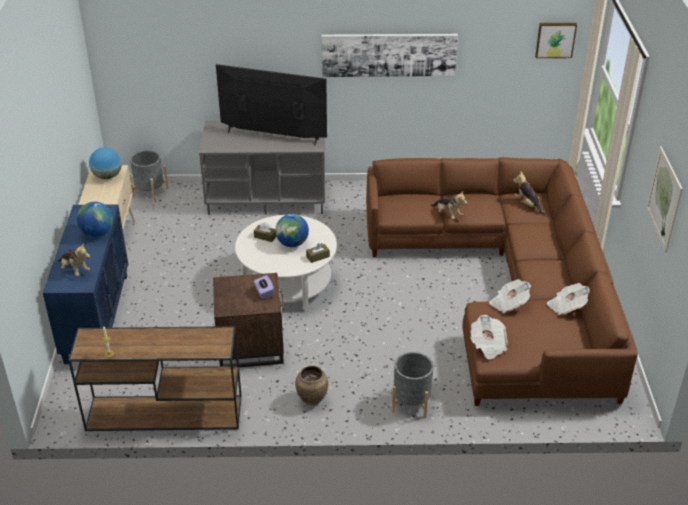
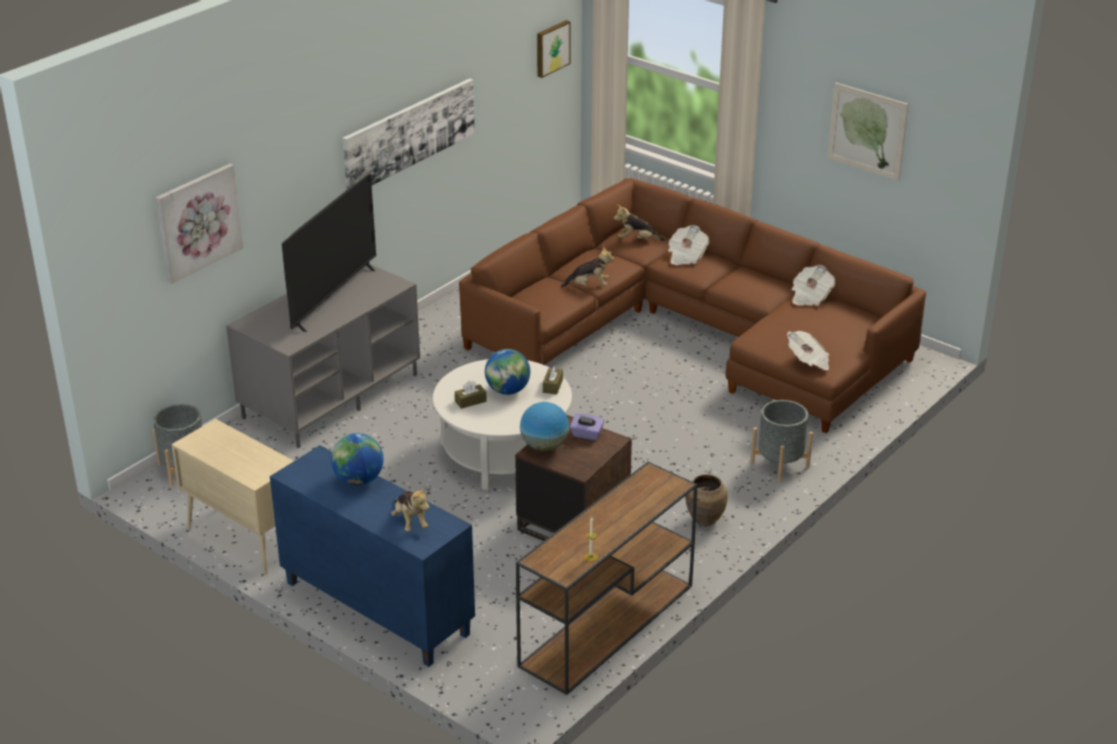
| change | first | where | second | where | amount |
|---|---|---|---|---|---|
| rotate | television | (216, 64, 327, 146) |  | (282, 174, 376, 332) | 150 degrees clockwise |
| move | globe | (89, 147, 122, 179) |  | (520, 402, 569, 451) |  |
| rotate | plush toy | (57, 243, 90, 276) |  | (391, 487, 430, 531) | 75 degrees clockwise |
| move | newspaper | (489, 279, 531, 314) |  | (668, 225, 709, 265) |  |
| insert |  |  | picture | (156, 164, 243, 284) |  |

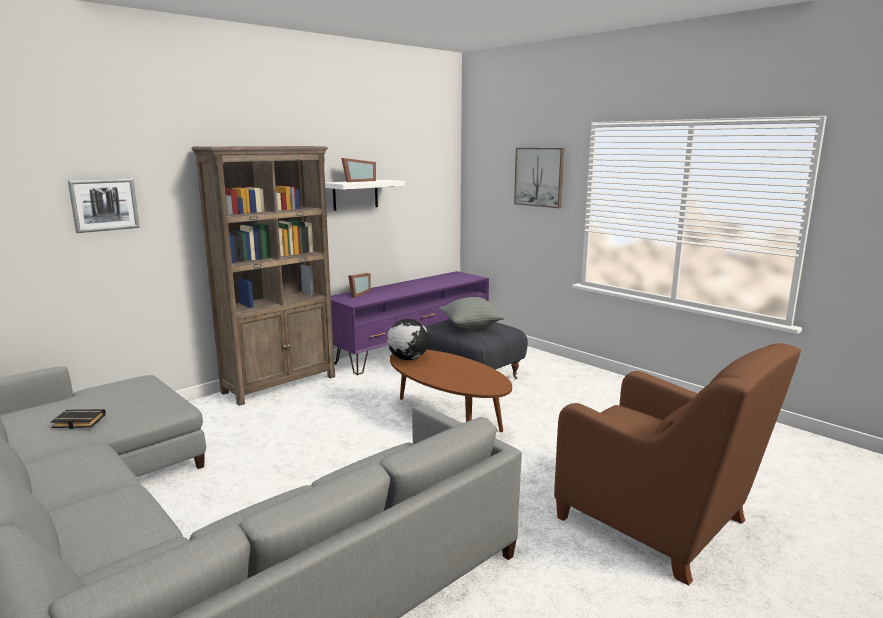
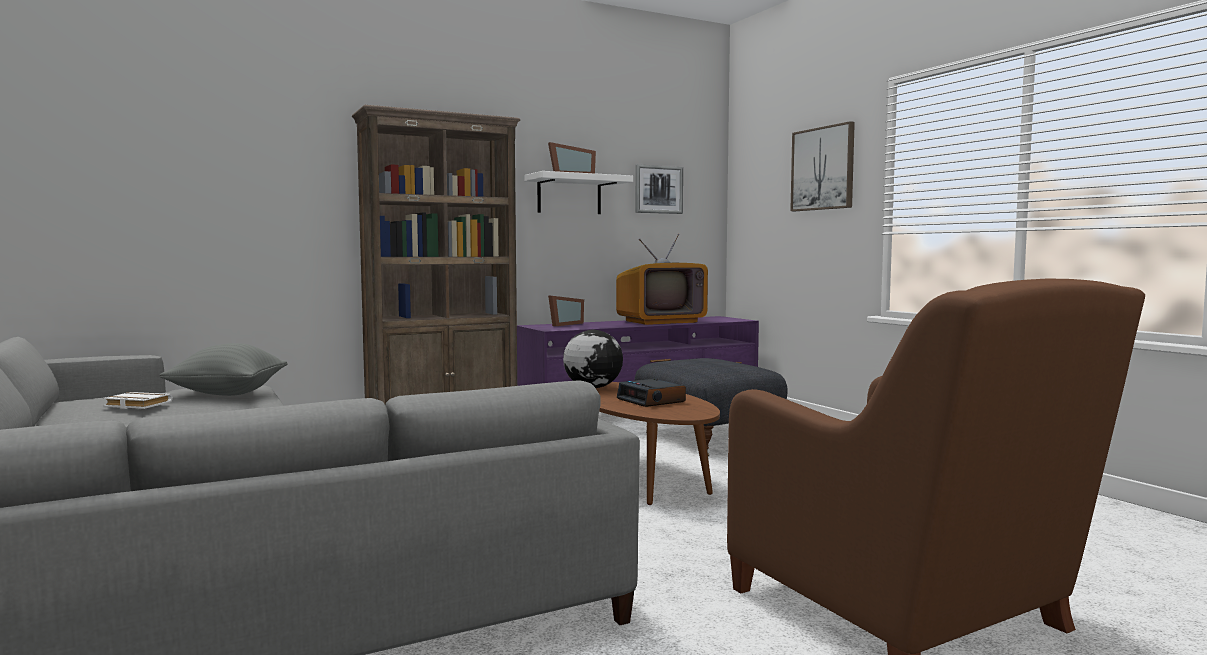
| change | first | where | second | where | amount |
|---|---|---|---|---|---|
| move | picture | (68, 178, 140, 233) |  | (635, 164, 683, 214) |  |
| move | grey pillow | (439, 297, 505, 329) |  | (160, 343, 288, 396) |  |
| recolor | black book | (51, 409, 106, 429) | white book | (102, 392, 173, 409) |  |
| insert |  |  | television | (616, 234, 708, 325) |  |
| insert |  |  | alarm clock | (617, 379, 686, 407) |  |

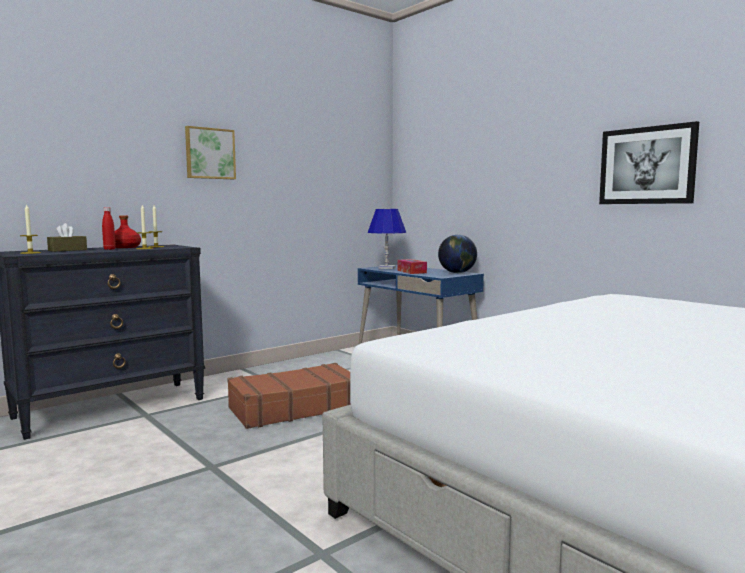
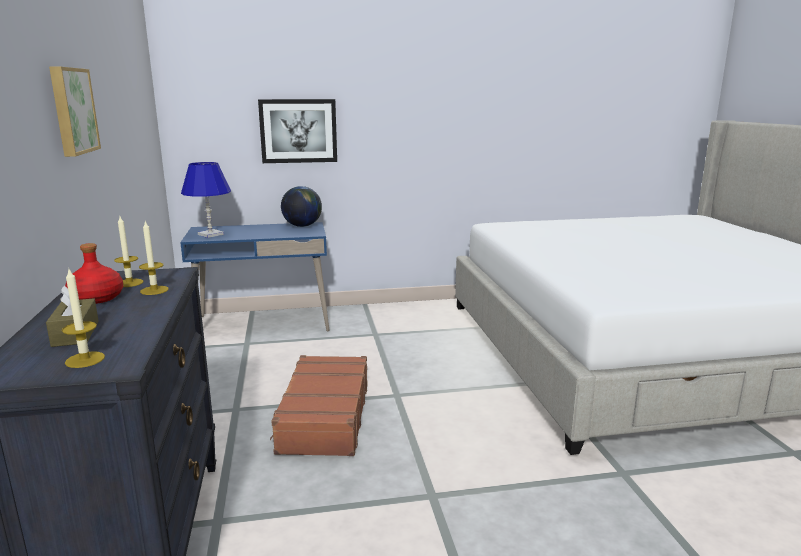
| change | first | where | second | where | amount |
|---|---|---|---|---|---|
| move | picture | (599, 121, 699, 204) |  | (258, 99, 337, 163) |  |
| delete | red bottle | (102, 207, 116, 250) |  |  |  |
| delete | tissue box | (397, 259, 427, 274) |  |  |  |

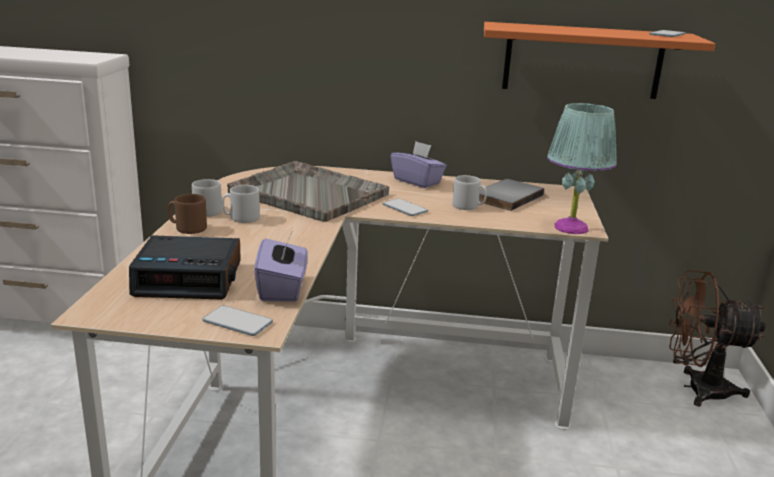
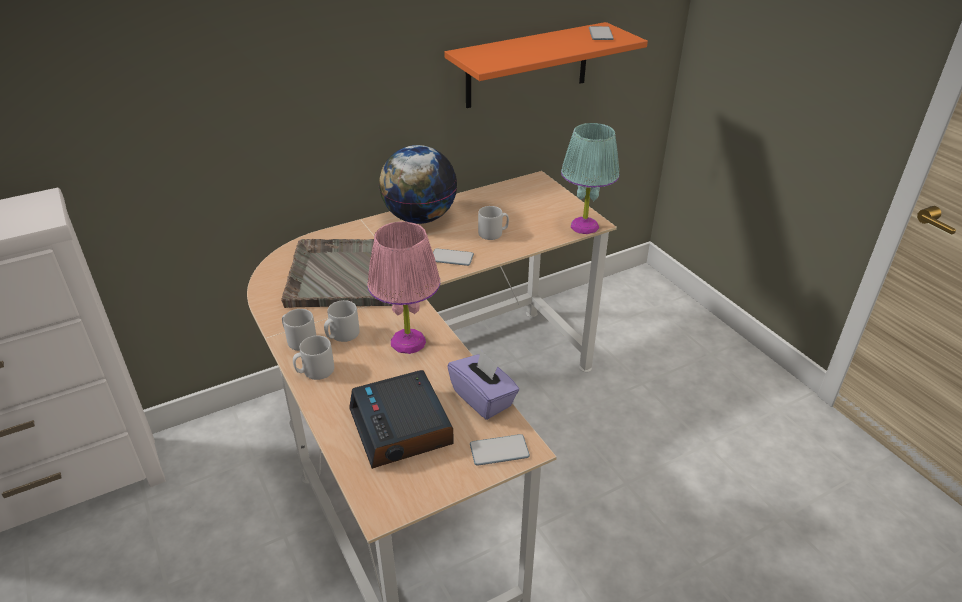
| change | first | where | second | where | amount |
|---|---|---|---|---|---|
| replace | purple tissue box | (390, 141, 447, 188) | globe | (379, 145, 457, 224) |  |
| delete | grey book | (479, 179, 544, 211) |  |  |  |
| recolor | brown mug | (168, 194, 207, 234) | grey mug | (293, 336, 334, 380) |  |
| rotate | alarm clock | (129, 235, 241, 300) |  | (349, 370, 454, 469) | 105 degrees clockwise |
| delete | brown fan | (669, 270, 765, 406) |  |  |  |
| insert |  |  | pink table lamp | (367, 222, 440, 354) |  |

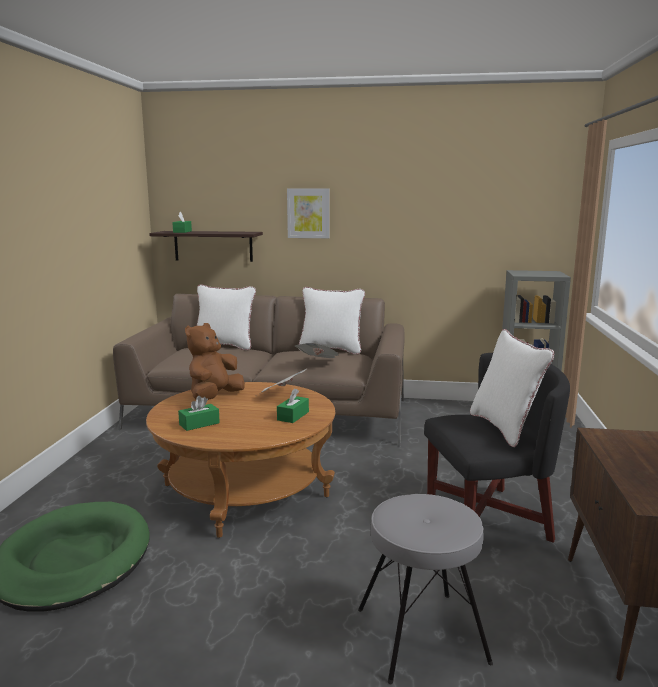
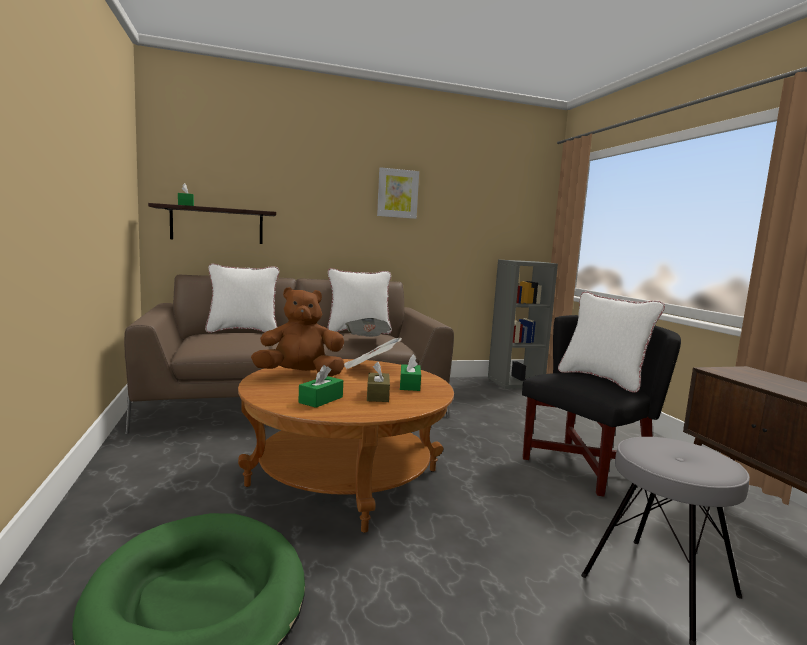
| change | first | where | second | where | amount |
|---|---|---|---|---|---|
| move | picture | (287, 188, 330, 238) |  | (377, 167, 419, 219) |  |
| rotate | brown plush toy | (185, 323, 245, 400) |  | (251, 287, 345, 376) | 75 degrees clockwise |
| insert |  |  | brown tissue box | (367, 362, 390, 402) |  |

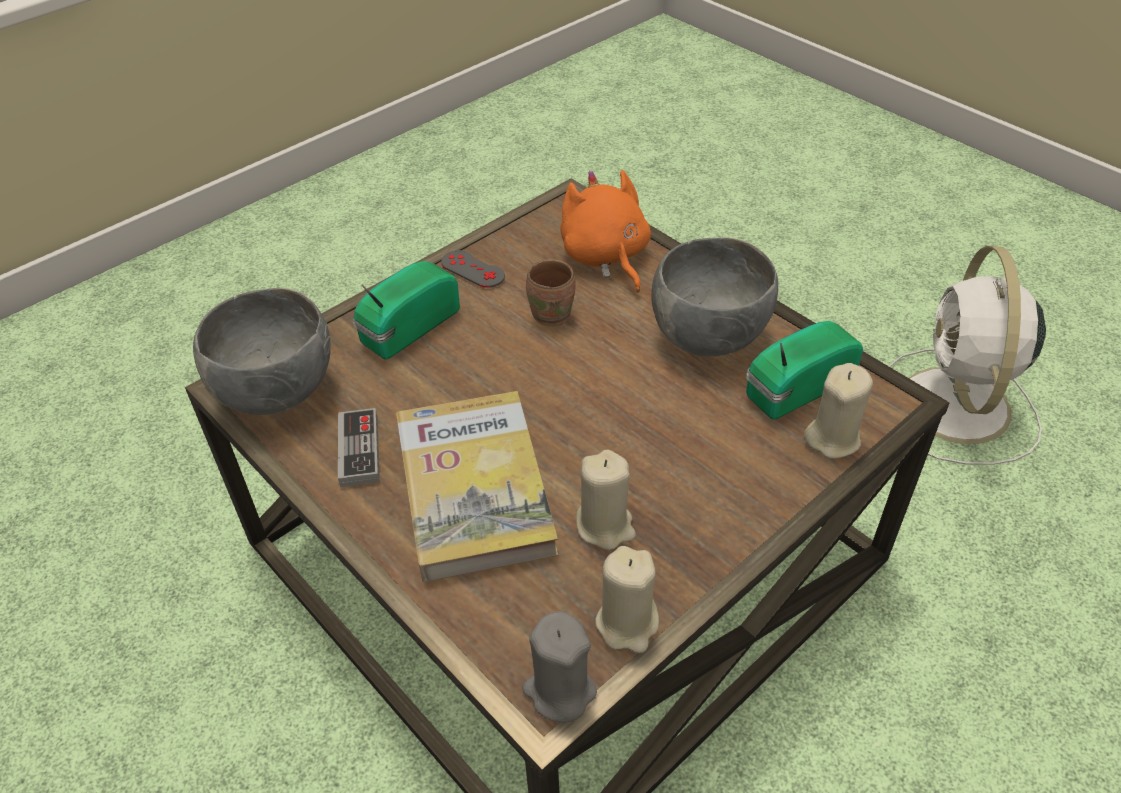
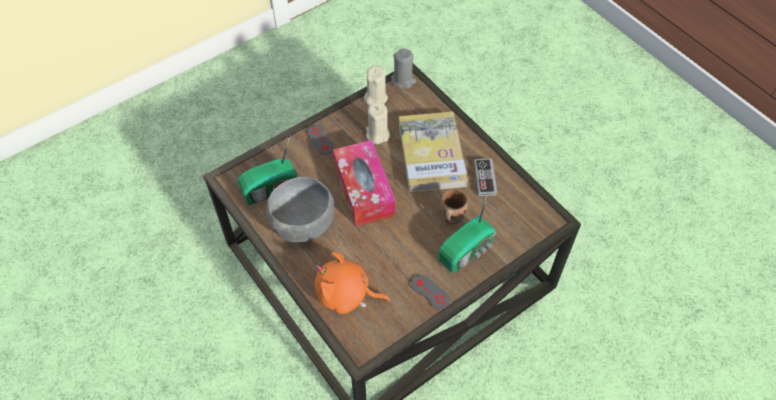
| change | first | where | second | where | amount |
|---|---|---|---|---|---|
| rotate | orange plush toy | (560, 170, 651, 292) |  | (315, 252, 390, 314) | 120 degrees clockwise |
| delete | white fan | (889, 246, 1046, 465) |  |  |  |
| move | brown mug | (526, 259, 575, 326) |  | (441, 189, 468, 225) |  |
| delete | grey bowl | (193, 288, 331, 415) |  |  |  |
| delete | beige candle | (804, 363, 873, 459) |  |  |  |
| insert |  |  | grey game controller | (307, 125, 334, 155) |  |
| insert |  |  | tissue box | (333, 140, 396, 227) |  |

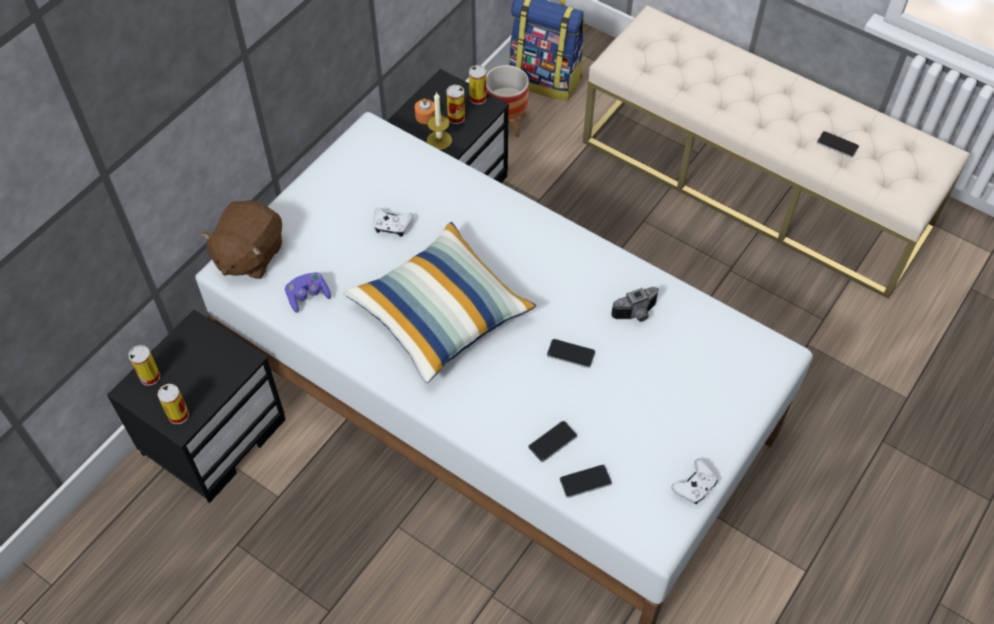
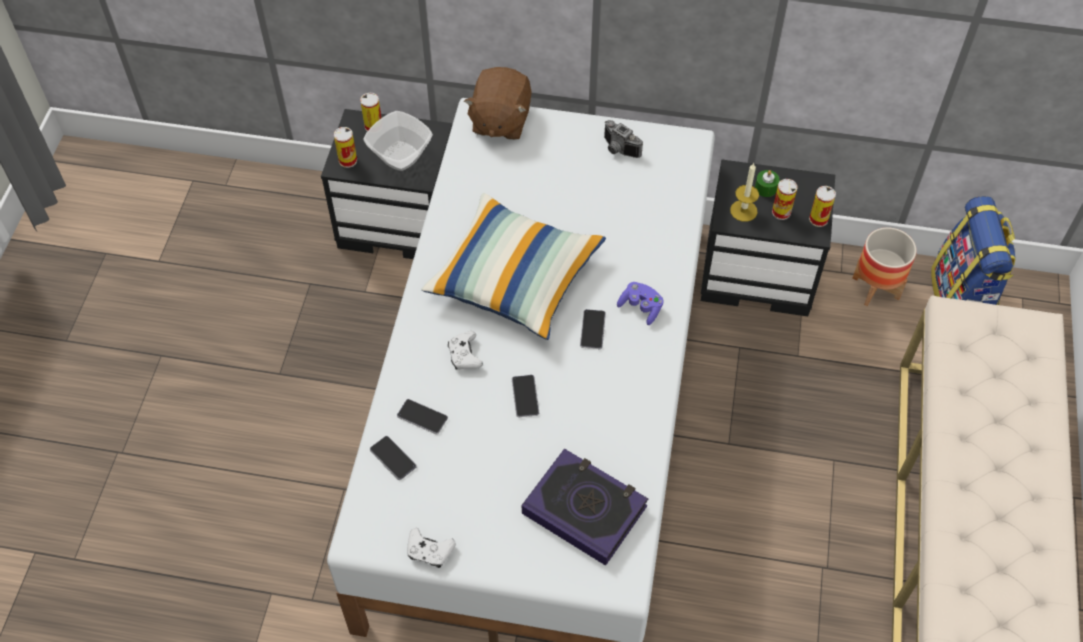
| change | first | where | second | where | amount |
|---|---|---|---|---|---|
| recolor | orange candle | (415, 98, 435, 124) | green candle | (755, 170, 780, 197) |  |
| move | phone | (817, 131, 859, 158) |  | (580, 309, 606, 349) |  |
| rotate | brown plush toy | (201, 200, 282, 279) |  | (464, 67, 532, 140) | 75 degrees counterclockwise |
| move | white game controller | (374, 208, 413, 237) |  | (448, 331, 483, 370) |  |
| move | purple game controller | (285, 272, 331, 313) |  | (617, 282, 664, 325) |  |
| move | photo camera | (611, 287, 659, 322) |  | (604, 120, 643, 158) |  |
| insert |  |  | bowl | (363, 111, 433, 171) |  |
| insert |  |  | book | (522, 449, 648, 565) |  |

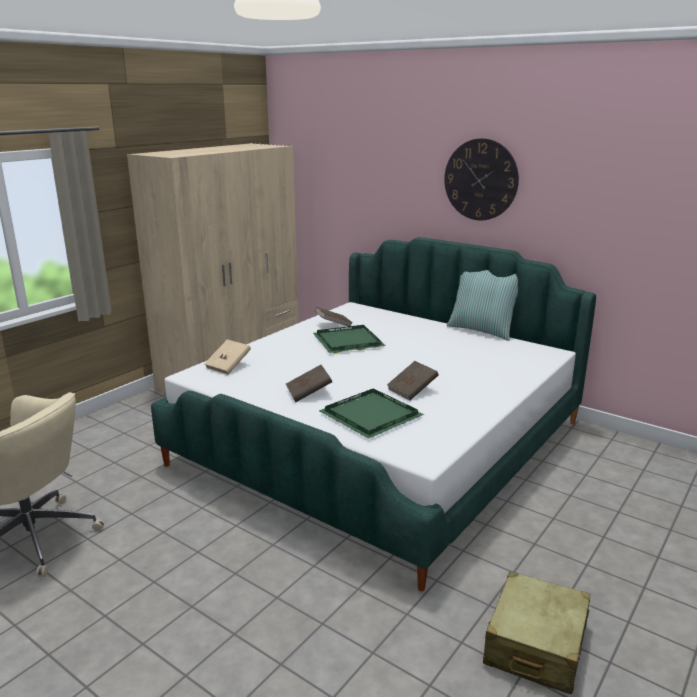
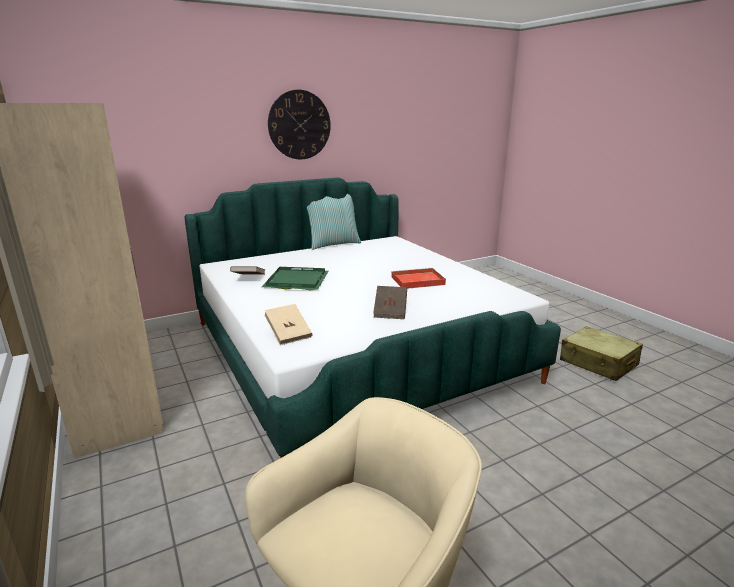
| change | first | where | second | where | amount |
|---|---|---|---|---|---|
| replace | brown book | (387, 361, 439, 401) | red tray | (391, 268, 446, 289) |  |
| delete | green tray | (319, 388, 424, 439) |  |  |  |

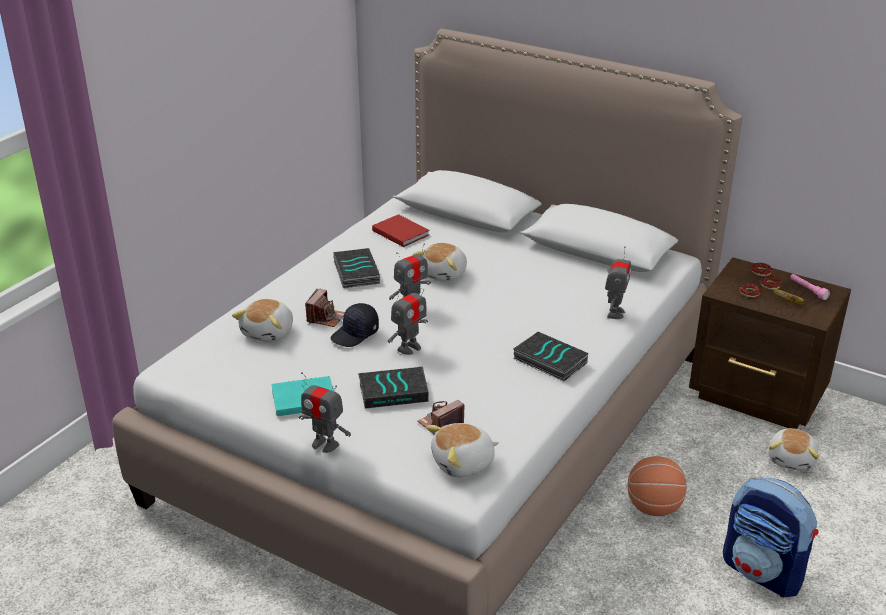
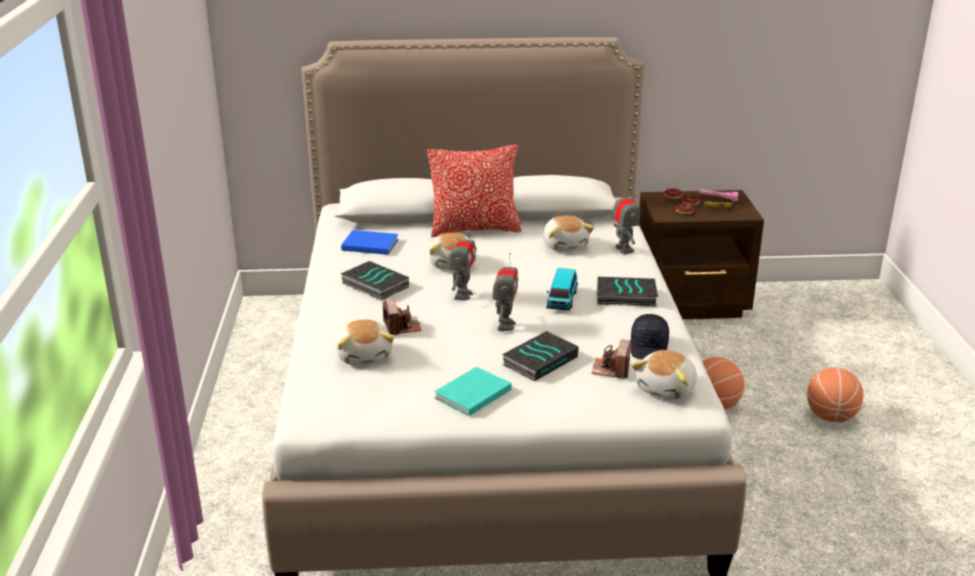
| change | first | where | second | where | amount |
|---|---|---|---|---|---|
| recolor | red book | (372, 214, 430, 247) | blue book | (341, 230, 399, 255) |  |
| move | black cap | (331, 303, 379, 347) |  | (631, 314, 669, 360) |  |
| delete | toy robot | (299, 372, 351, 453) |  |  |  |
| move | plush toy | (768, 428, 819, 471) |  | (543, 215, 594, 251) |  |
| replace | backpack | (723, 477, 818, 597) | basketball | (807, 368, 863, 422) |  |
| insert |  |  | pillow | (427, 145, 521, 237) |  |
| insert |  |  | toy car | (546, 268, 578, 311) |  |

